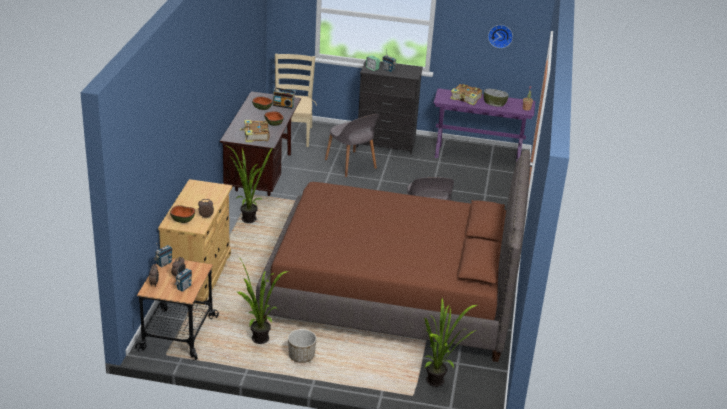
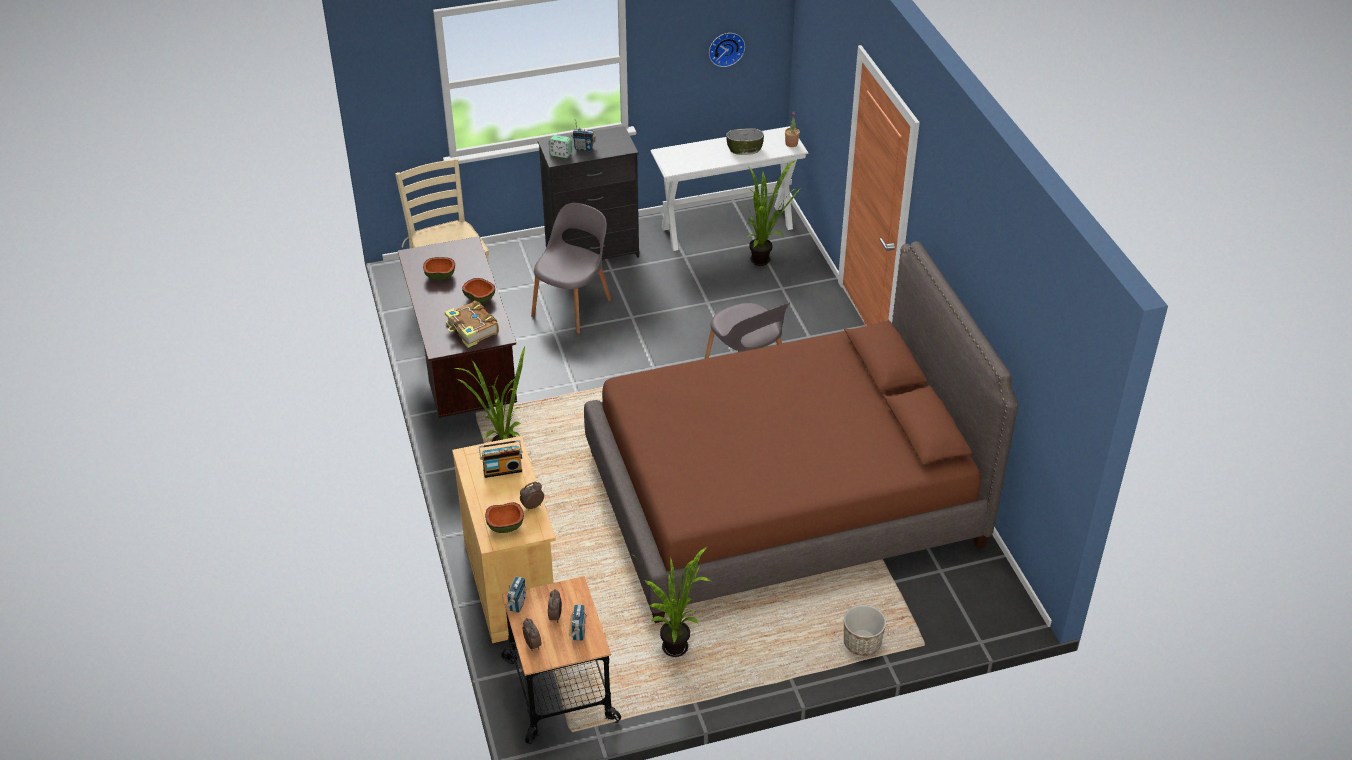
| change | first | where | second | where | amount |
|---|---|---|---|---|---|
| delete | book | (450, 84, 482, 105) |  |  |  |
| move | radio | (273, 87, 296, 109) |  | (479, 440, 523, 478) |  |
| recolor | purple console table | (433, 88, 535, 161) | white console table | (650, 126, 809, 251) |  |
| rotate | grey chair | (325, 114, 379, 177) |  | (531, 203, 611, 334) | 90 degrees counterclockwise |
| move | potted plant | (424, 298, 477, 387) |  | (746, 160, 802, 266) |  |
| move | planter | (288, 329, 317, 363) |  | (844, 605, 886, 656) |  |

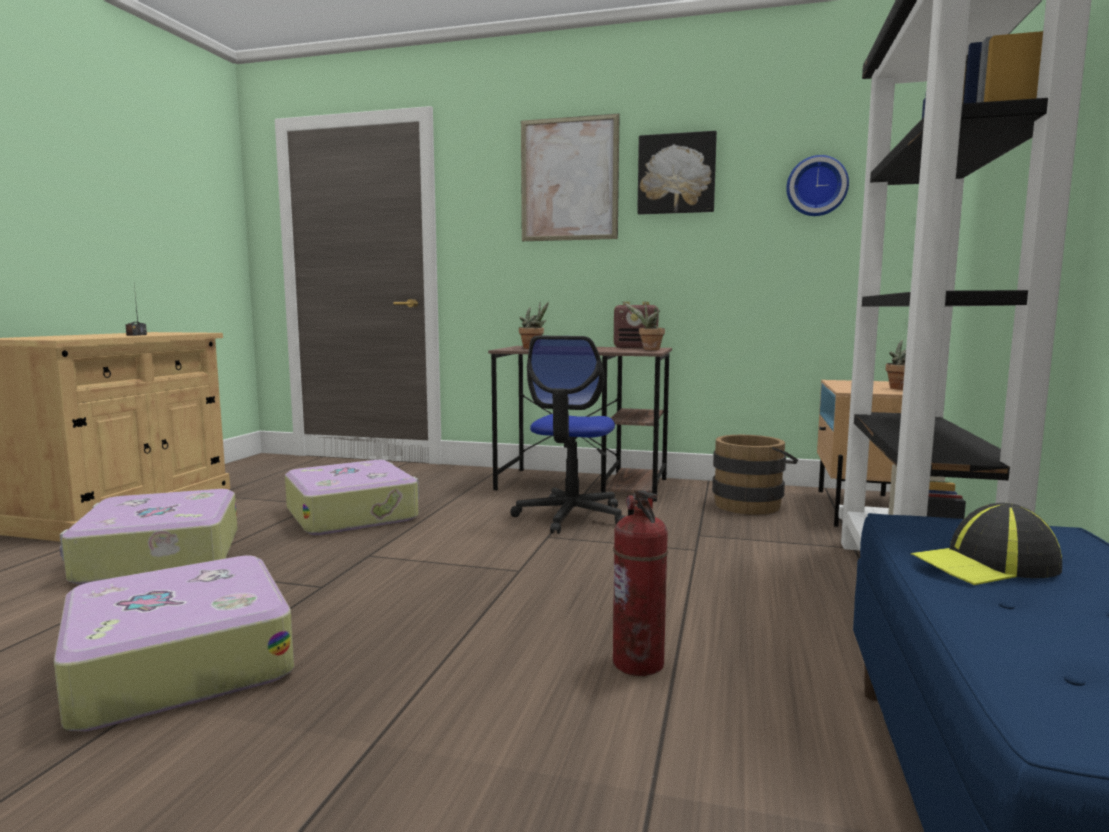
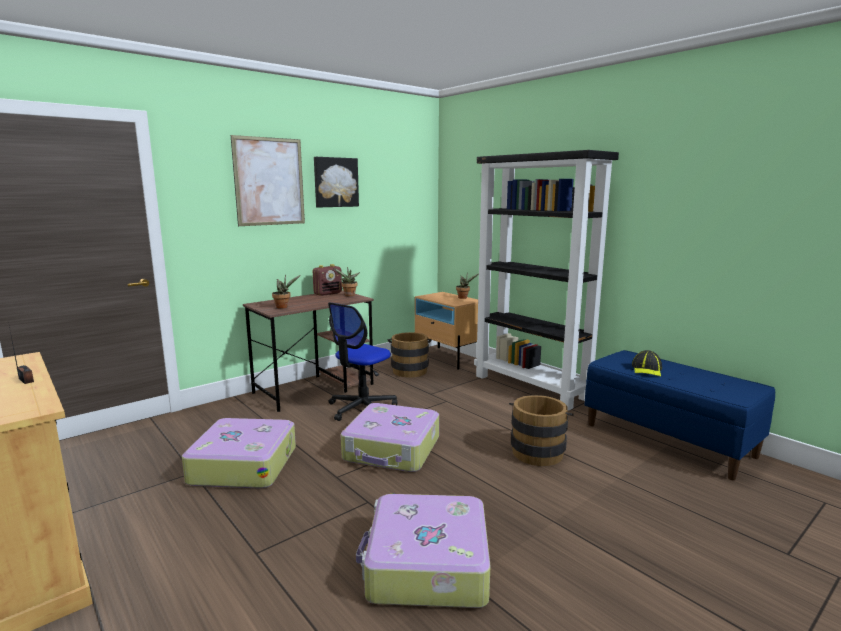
| change | first | where | second | where | amount |
|---|---|---|---|---|---|
| delete | wall clock | (786, 155, 849, 216) |  |  |  |
| rotate | office chair | (510, 336, 625, 534) |  | (328, 302, 397, 421) | 75 degrees clockwise |
| move | suitcase | (60, 489, 238, 585) |  | (341, 403, 439, 472) |  |
| replace | fire extinguisher | (613, 491, 668, 676) | brown bucket | (509, 395, 574, 466) |  |

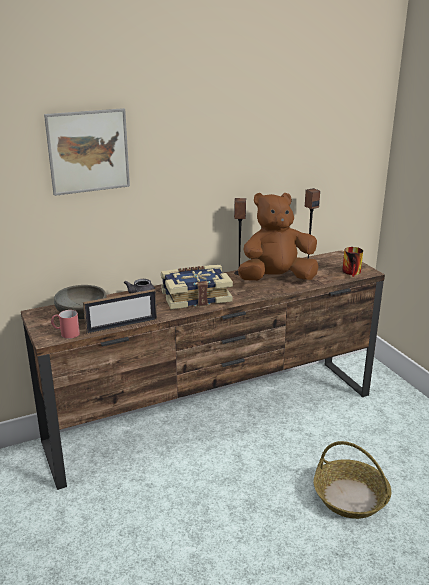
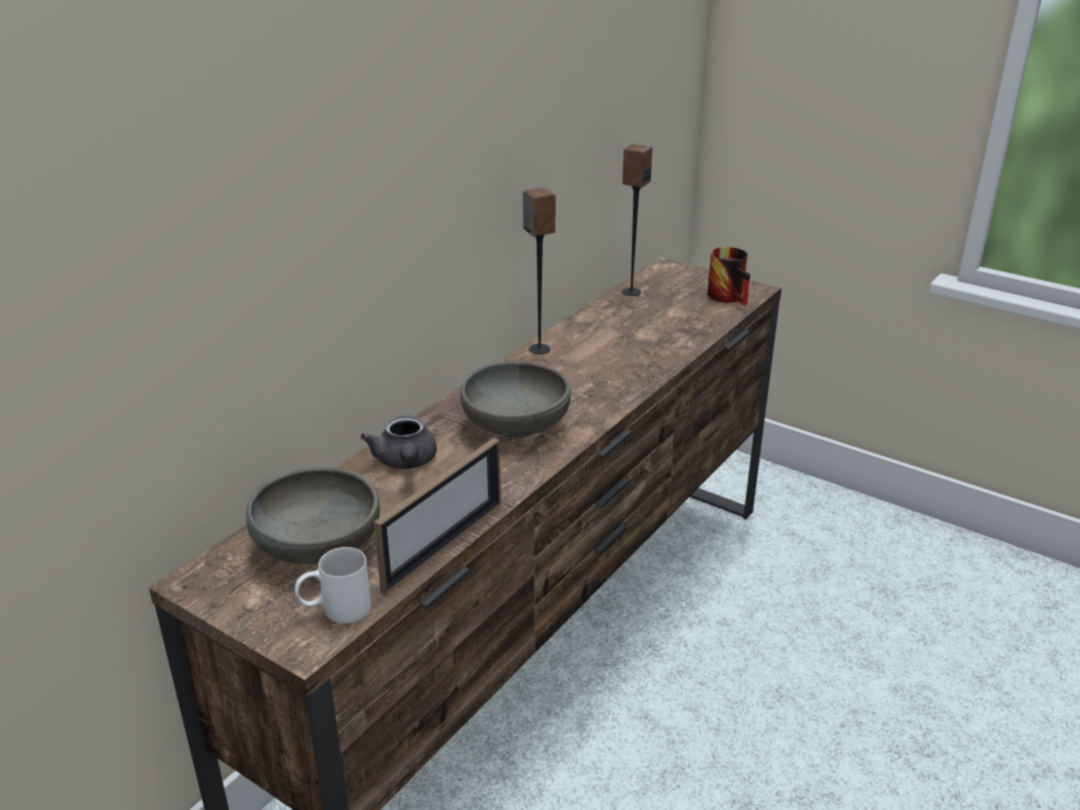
| change | first | where | second | where | amount |
|---|---|---|---|---|---|
| delete | picture | (44, 108, 130, 196) |  |  |  |
| delete | brown plush toy | (238, 193, 319, 281) |  |  |  |
| replace | book | (161, 265, 233, 309) | grey bowl | (461, 361, 571, 438) |  |
| recolor | red mug | (51, 310, 80, 339) | white mug | (295, 547, 371, 623) |  |
| delete | basket | (313, 441, 391, 519) |  |  |  |

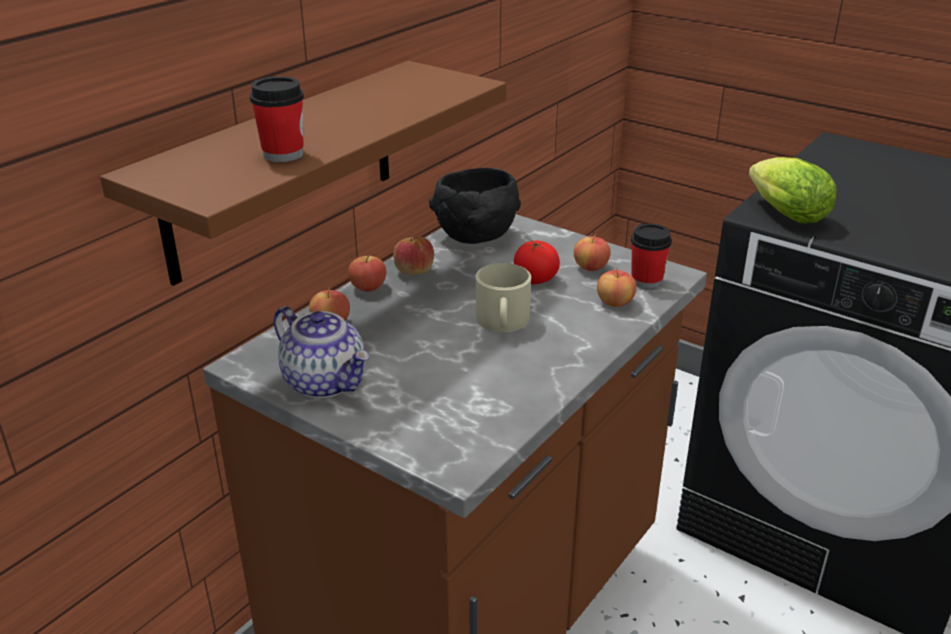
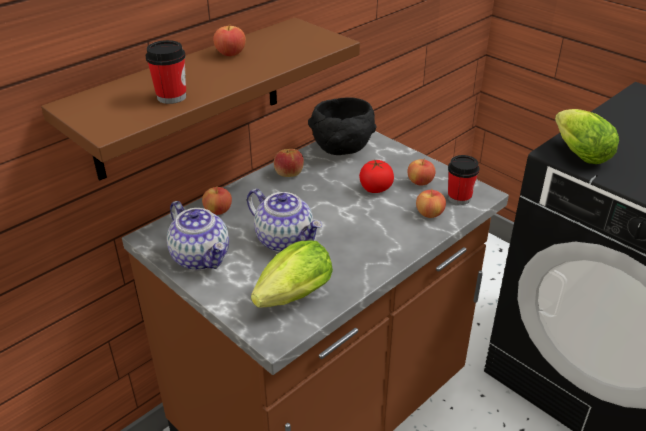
| change | first | where | second | where | amount |
|---|---|---|---|---|---|
| move | apple | (348, 255, 386, 291) |  | (213, 24, 246, 56) |  |
| delete | beige mug | (476, 263, 531, 332) |  |  |  |
| insert |  |  | teapot | (247, 189, 322, 252) |  |
| insert |  |  | lettuce | (251, 240, 333, 308) |  |

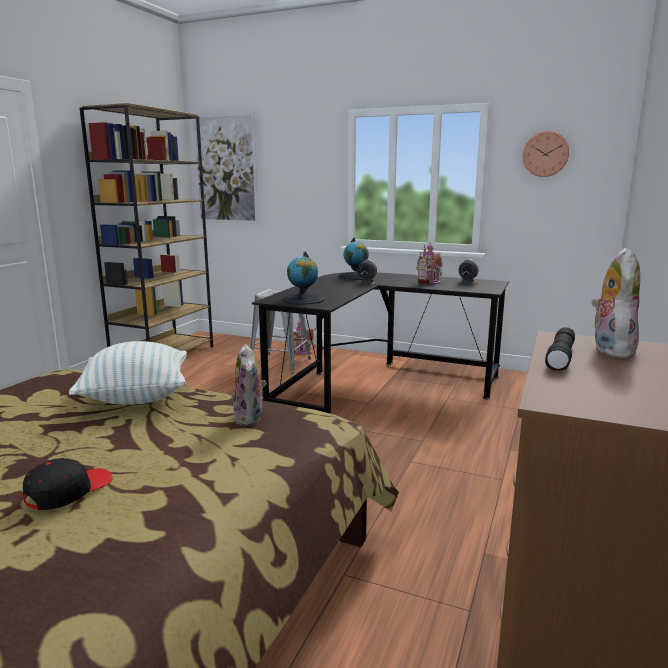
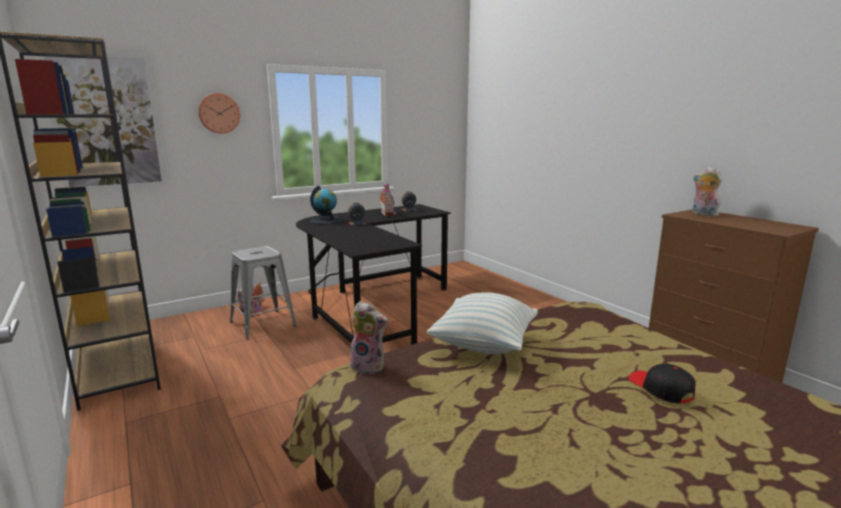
| change | first | where | second | where | amount |
|---|---|---|---|---|---|
| move | wall clock | (523, 131, 569, 177) |  | (198, 93, 240, 134) |  |
| delete | globe | (282, 252, 324, 305) |  |  |  |
| delete | black flashlight | (545, 327, 575, 371) |  |  |  |
| move | plush toy | (233, 344, 267, 426) |  | (350, 301, 388, 375) |  |

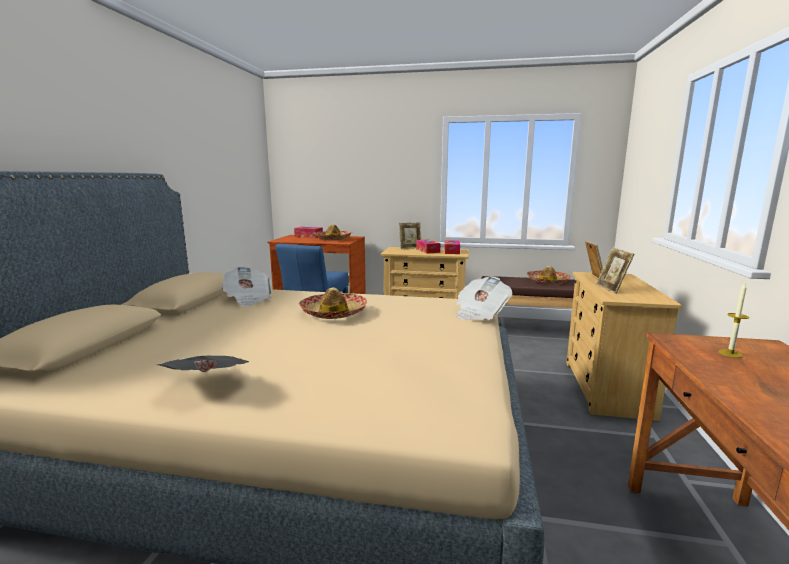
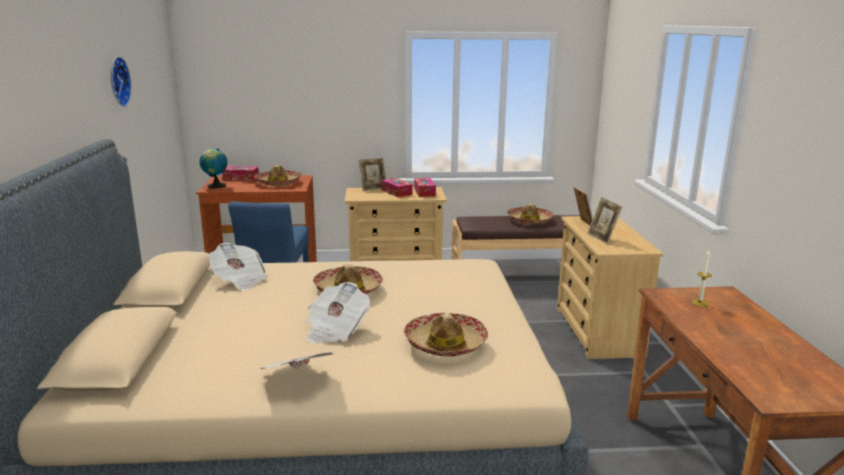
| change | first | where | second | where | amount |
|---|---|---|---|---|---|
| move | newspaper | (456, 276, 512, 320) |  | (306, 282, 371, 343) |  |
| insert |  |  | wall clock | (111, 56, 132, 107) |  |
| insert |  |  | globe | (199, 148, 227, 188) |  |
| insert |  |  | hat | (404, 313, 488, 357) |  |

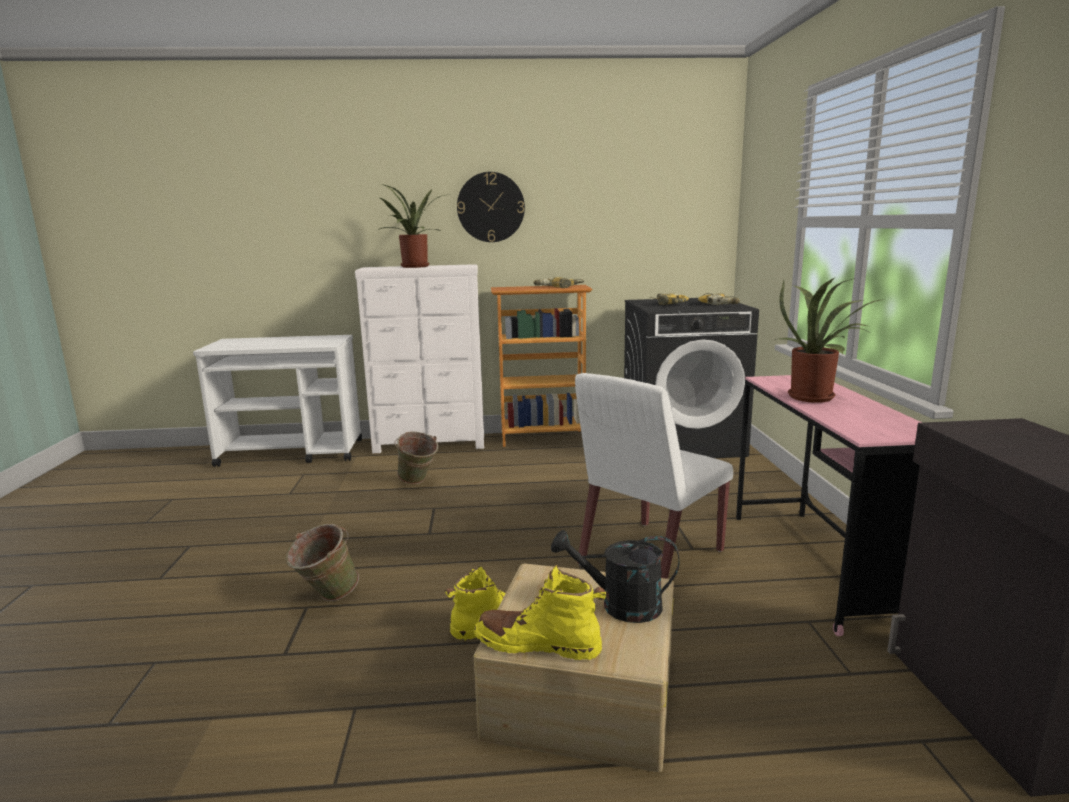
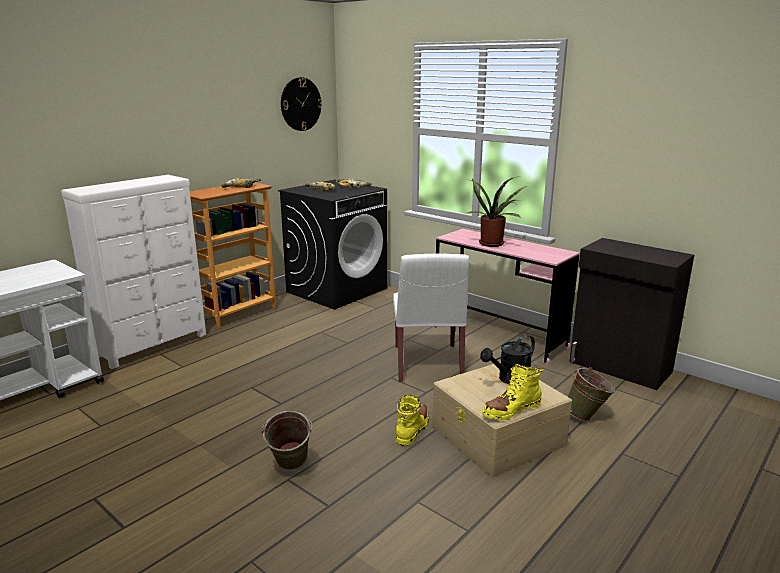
| change | first | where | second | where | amount |
|---|---|---|---|---|---|
| move | wall clock | (457, 172, 525, 242) |  | (281, 77, 322, 131) |  |
| delete | potted plant | (378, 184, 450, 268) |  |  |  |
| move | green bucket | (394, 432, 438, 484) |  | (568, 367, 615, 422) |  |

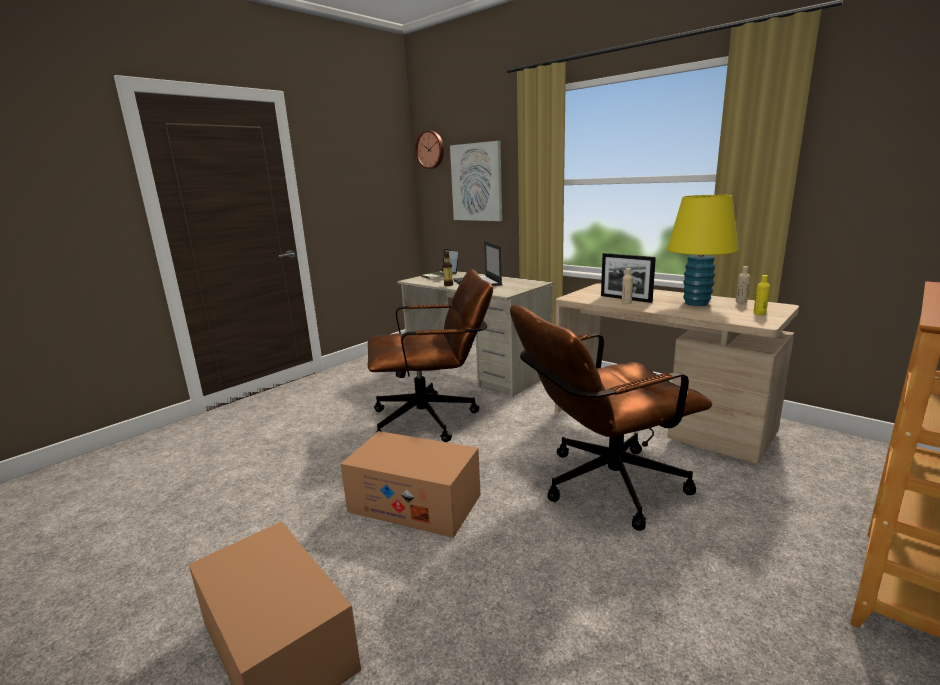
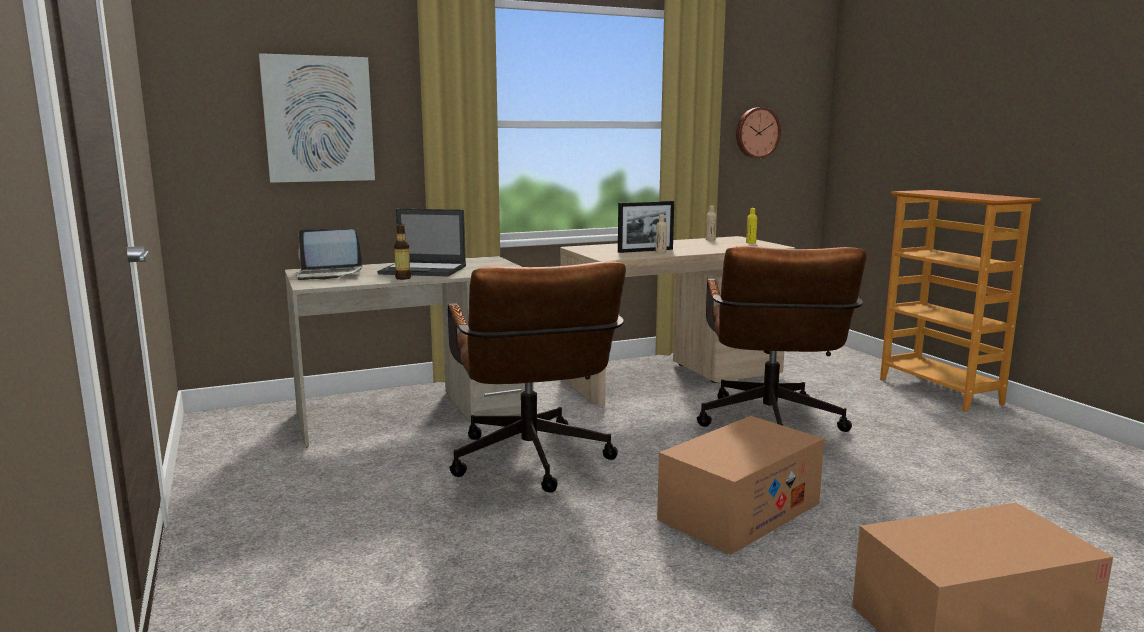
| change | first | where | second | where | amount |
|---|---|---|---|---|---|
| move | wall clock | (415, 130, 444, 169) |  | (736, 107, 781, 159) |  |
| delete | yellow table lamp | (667, 195, 738, 306) |  |  |  |
| rotate | brown office chair | (368, 269, 493, 442) |  | (448, 261, 626, 493) | 150 degrees clockwise |

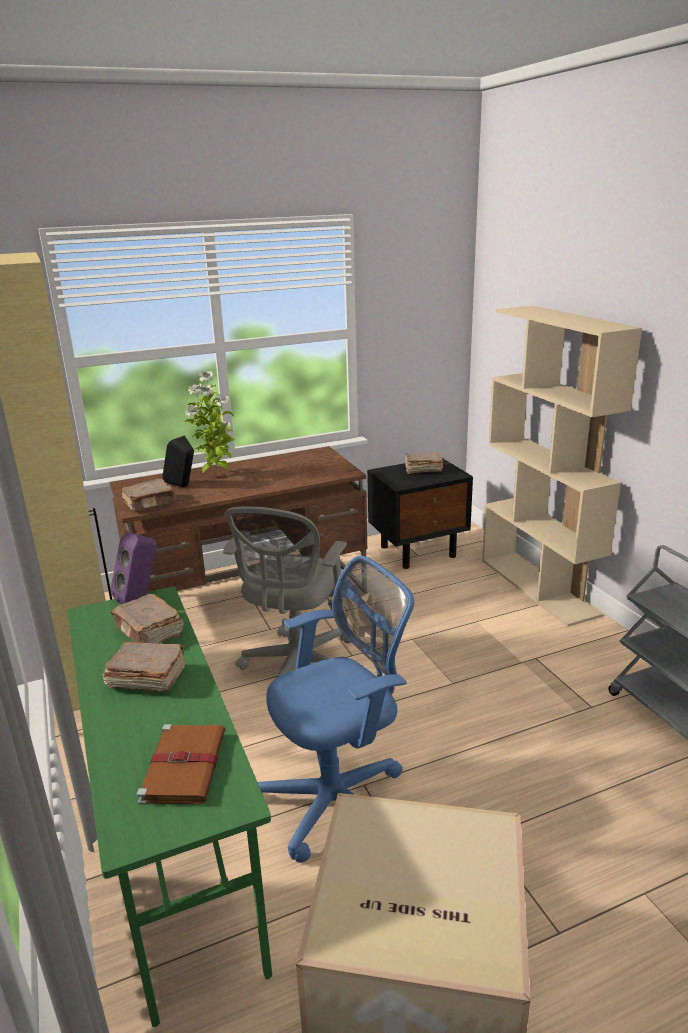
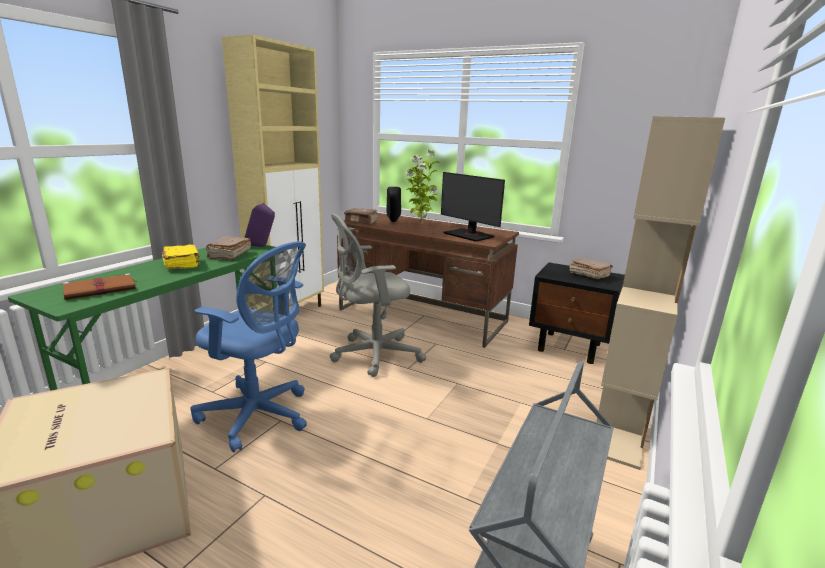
| change | first | where | second | where | amount |
|---|---|---|---|---|---|
| recolor | brown book | (103, 642, 186, 692) | yellow book | (162, 244, 200, 270) |  |
| insert |  |  | monitor | (441, 172, 505, 242) |  |

